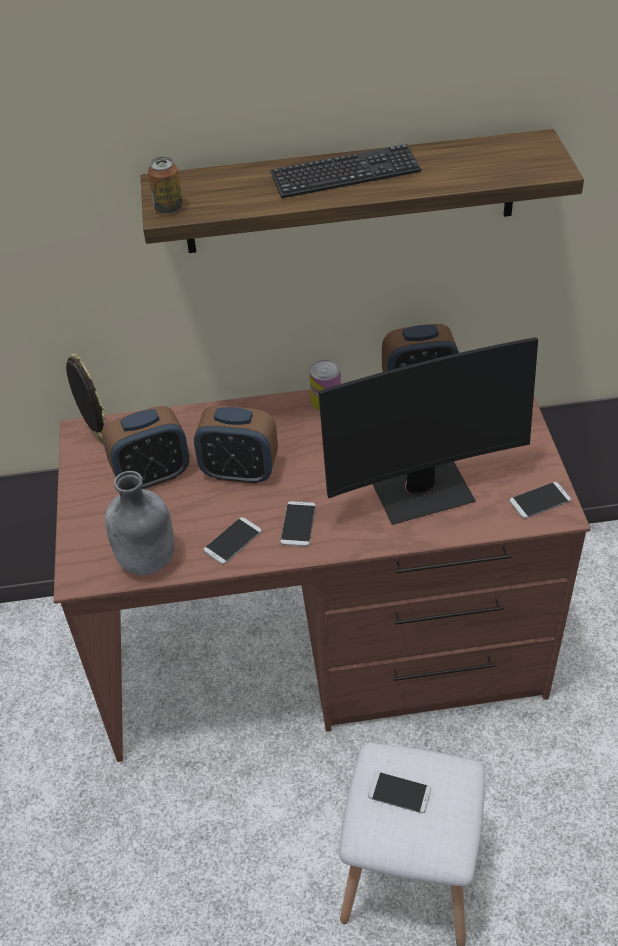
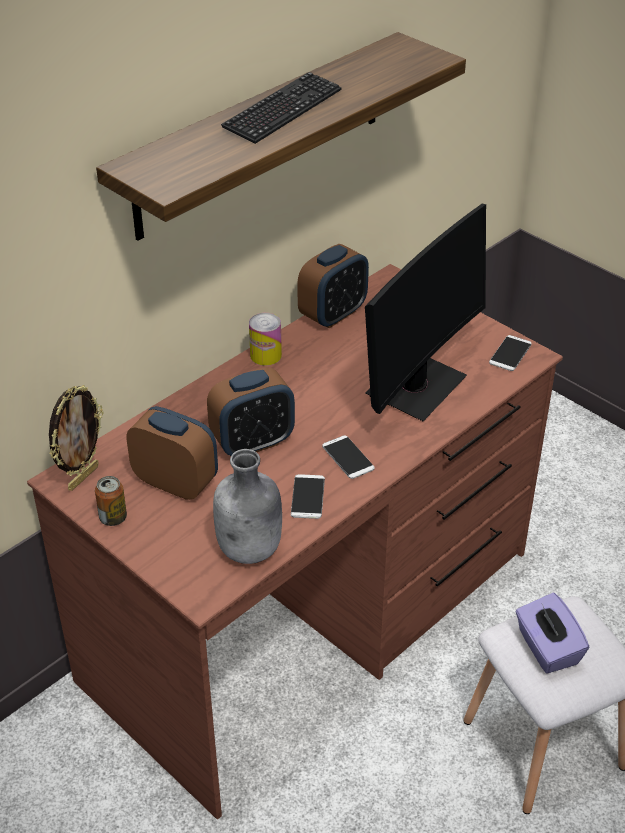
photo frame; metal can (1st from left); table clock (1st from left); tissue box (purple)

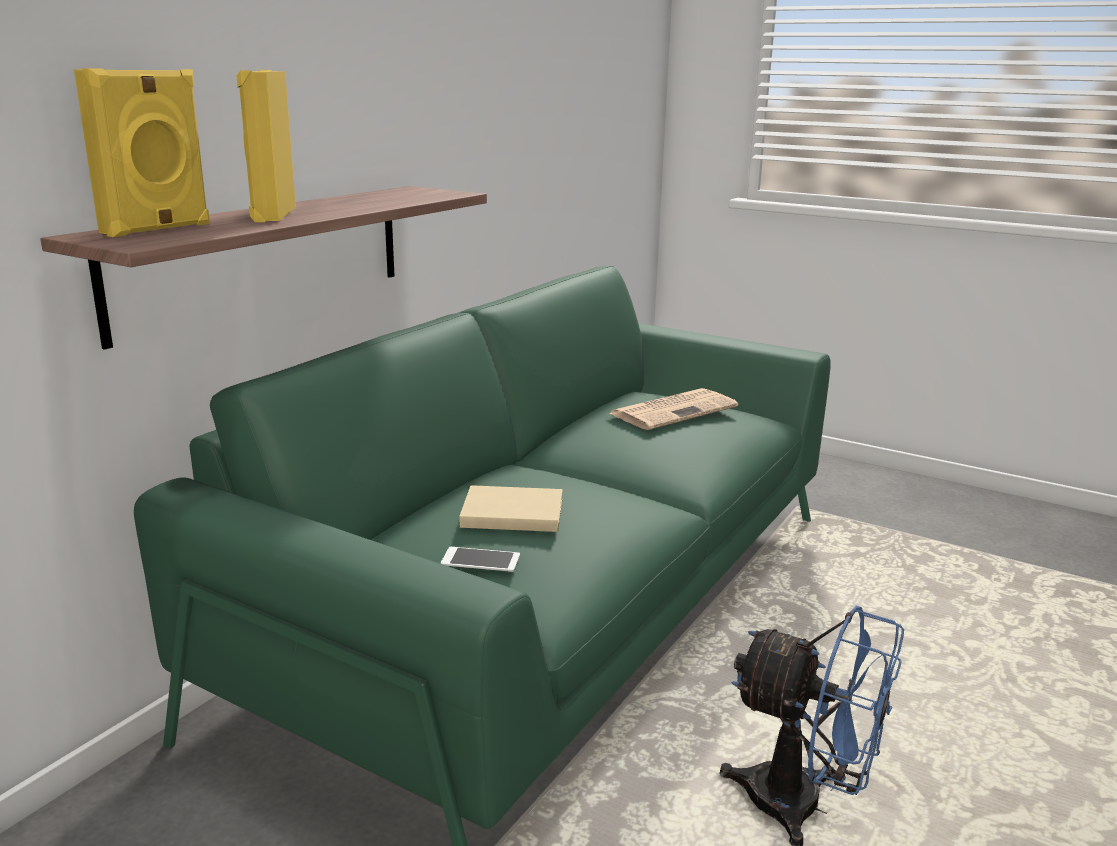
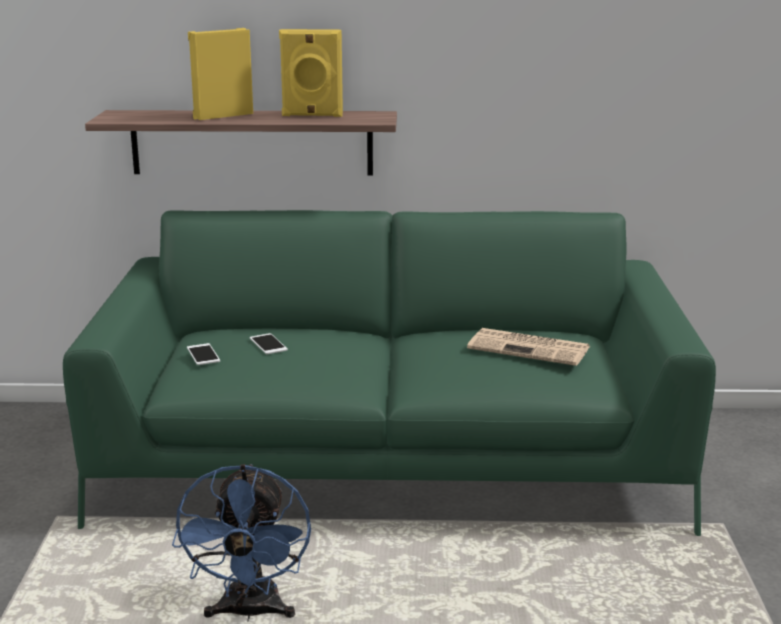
phone (2nd from left); speaker (yellow) (2nd from left)

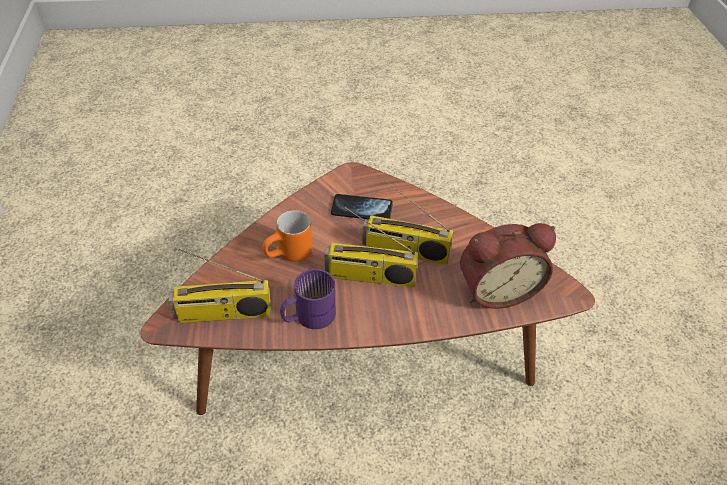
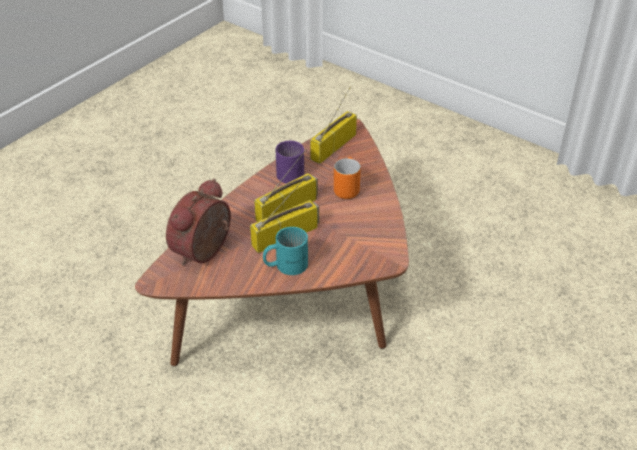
tea mug (turquoise-coloured); phone

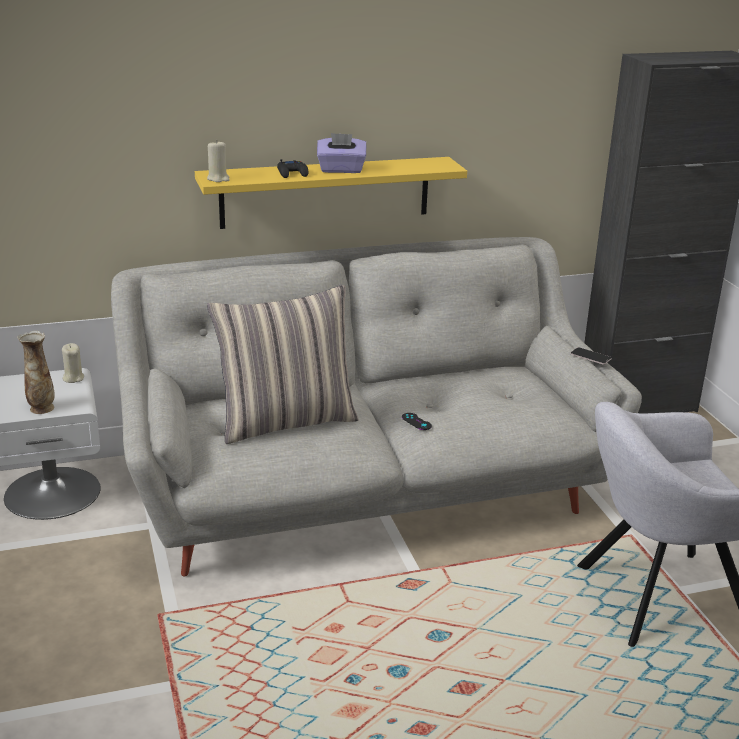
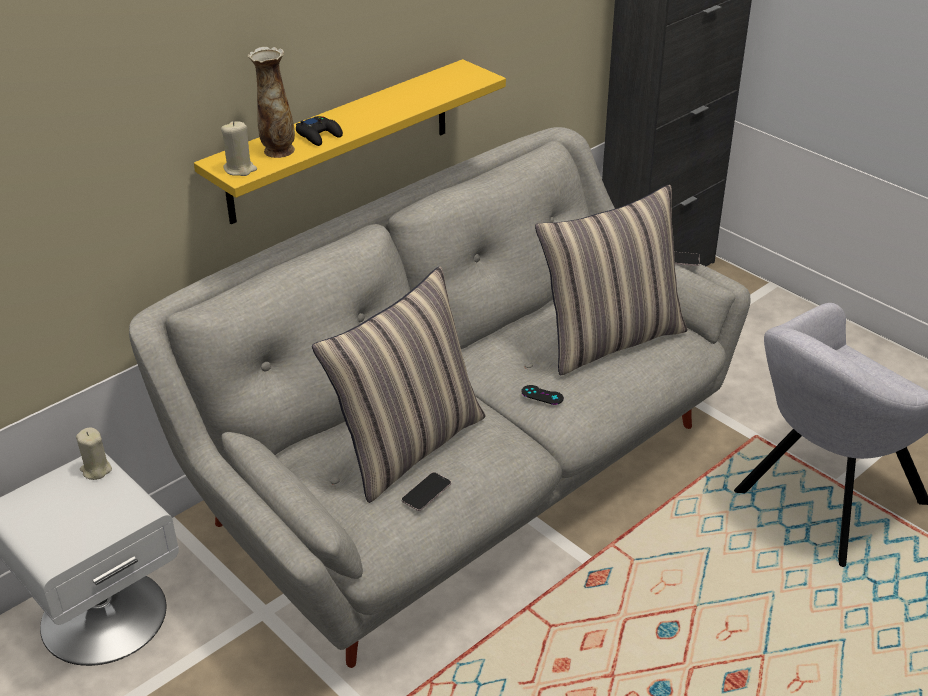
vase; phone (1st from left); pillow (2nd from left); tissue box (purple)

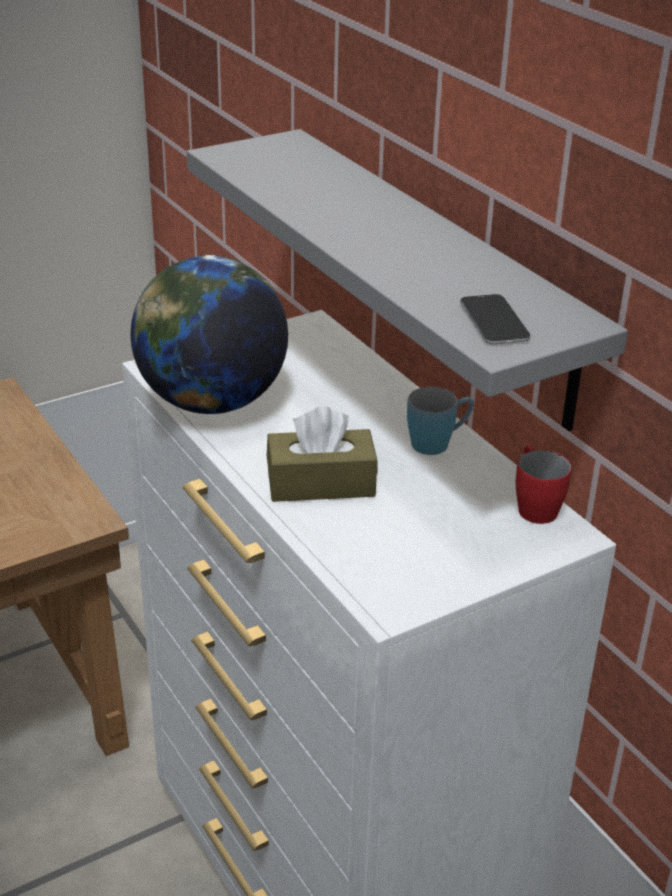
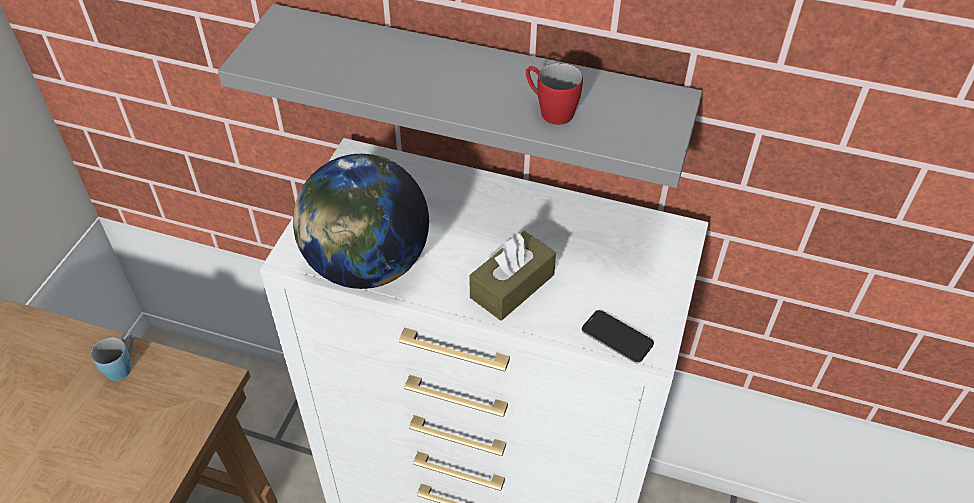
tea mug (bluish); tea mug (red-coloured); phone

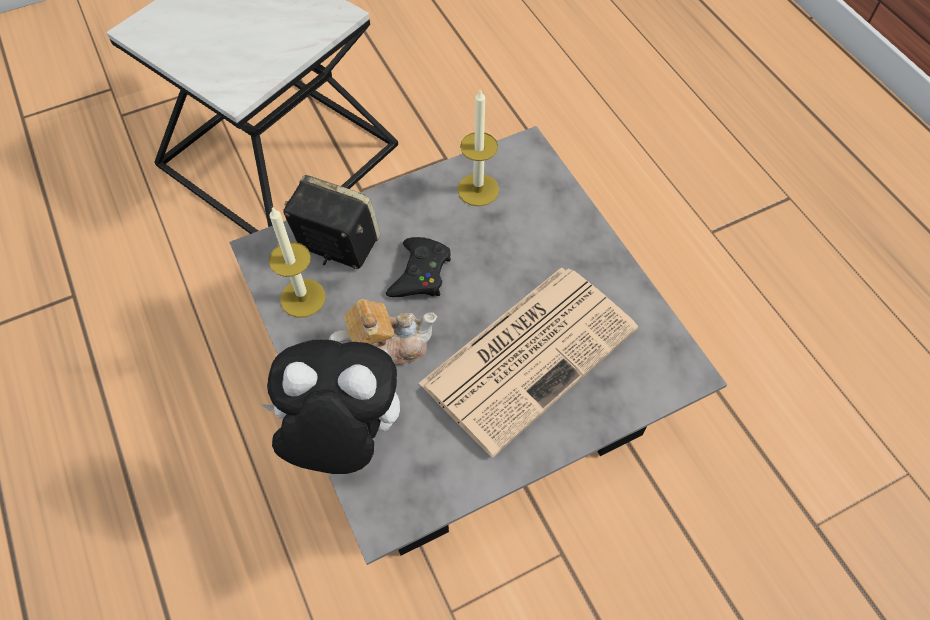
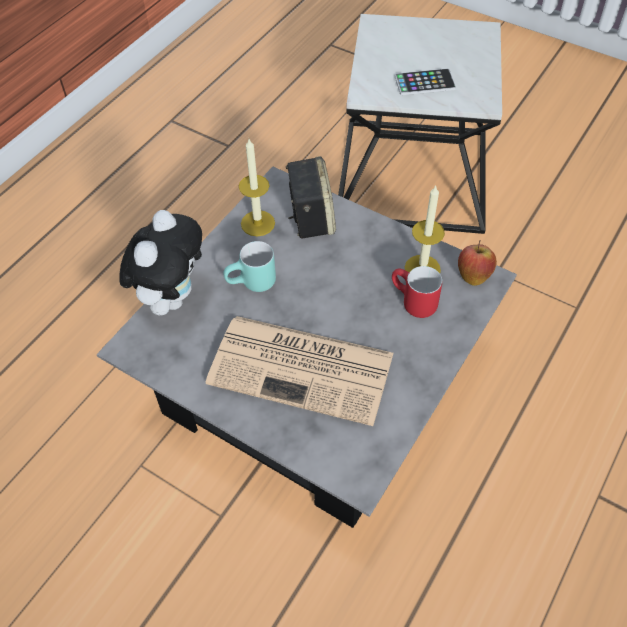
plush toy; tea mug (turquoise-coloured); tea mug (red-coloured); phone; apple; gamepad (black)

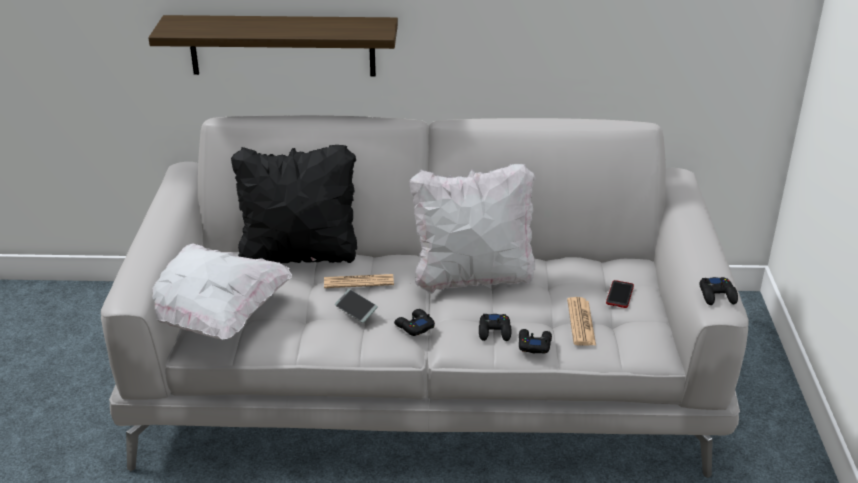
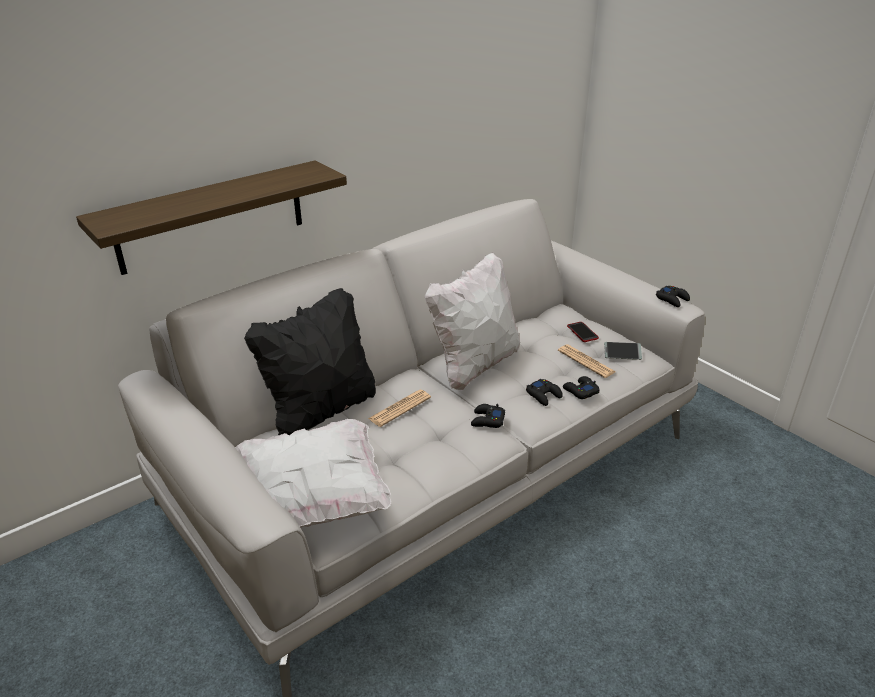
phone (2nd from left)

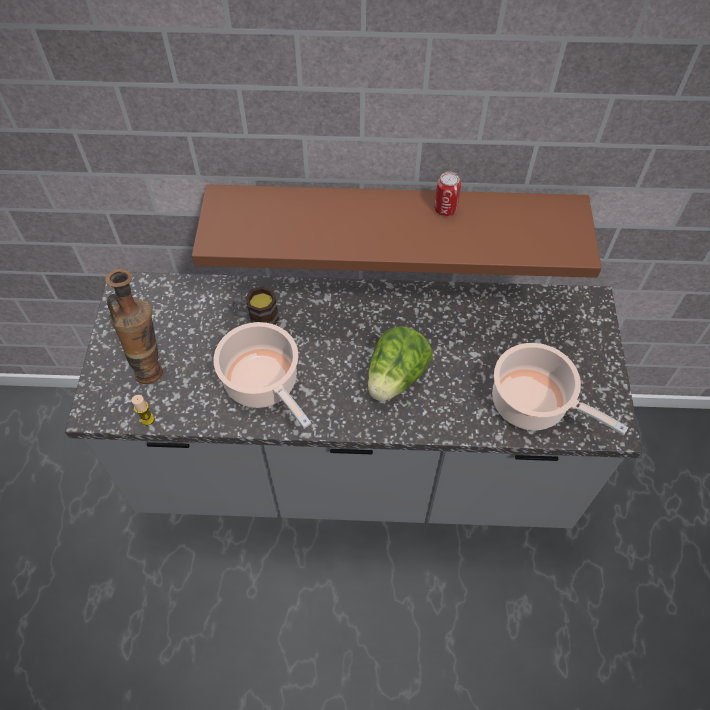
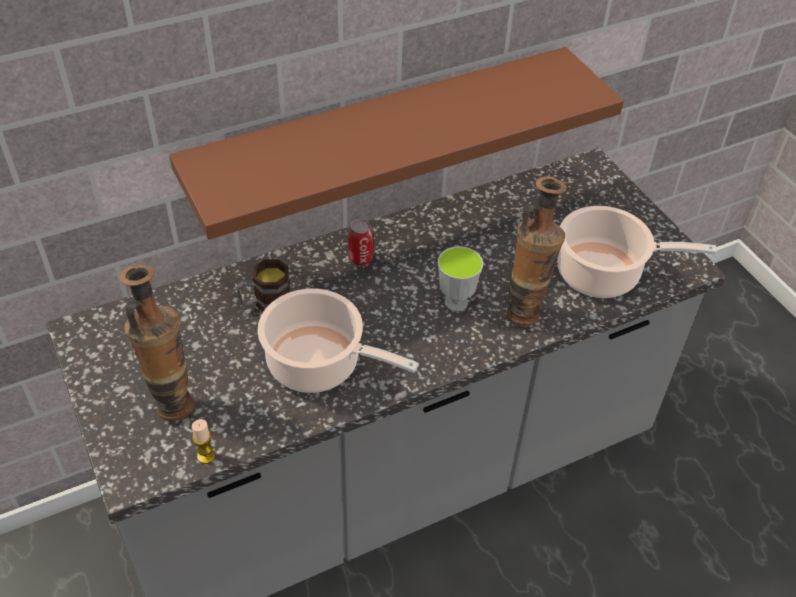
metal can; small cup; vase (2nd from left)

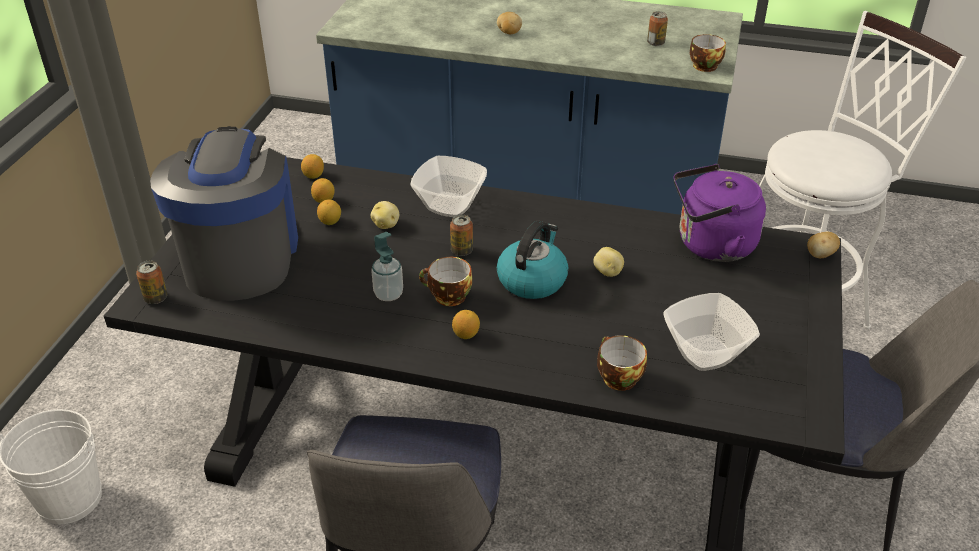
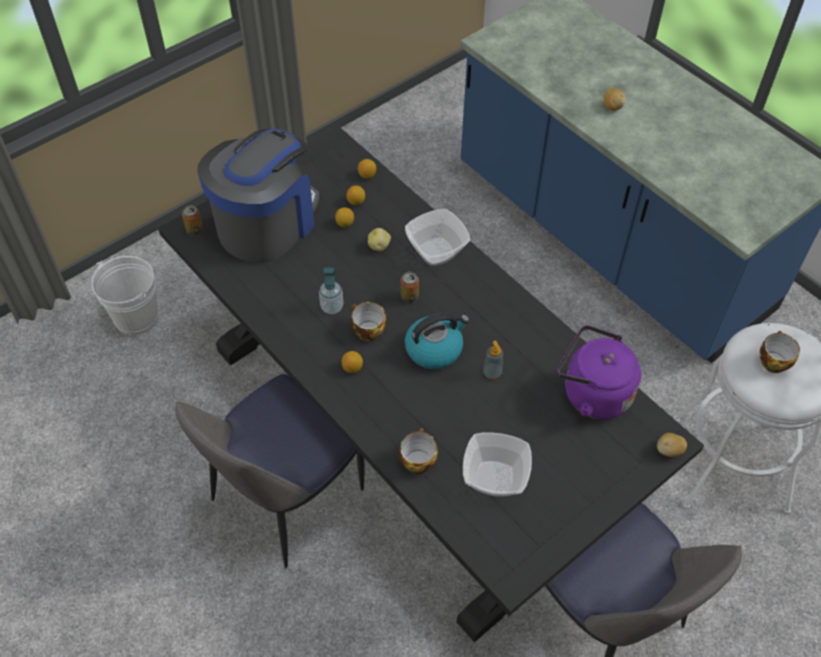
liquid soap bottle (2nd from left); small cup (3rd from left); metal can (3rd from left in the first image)

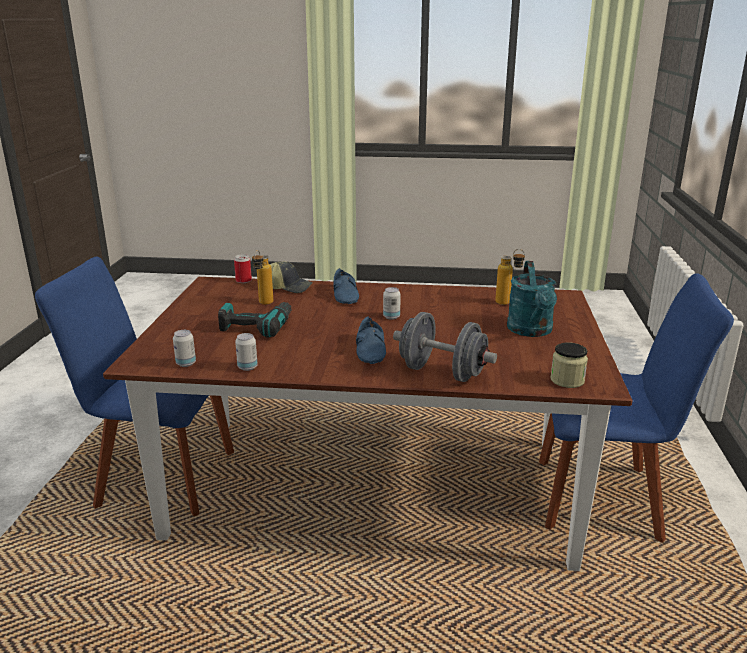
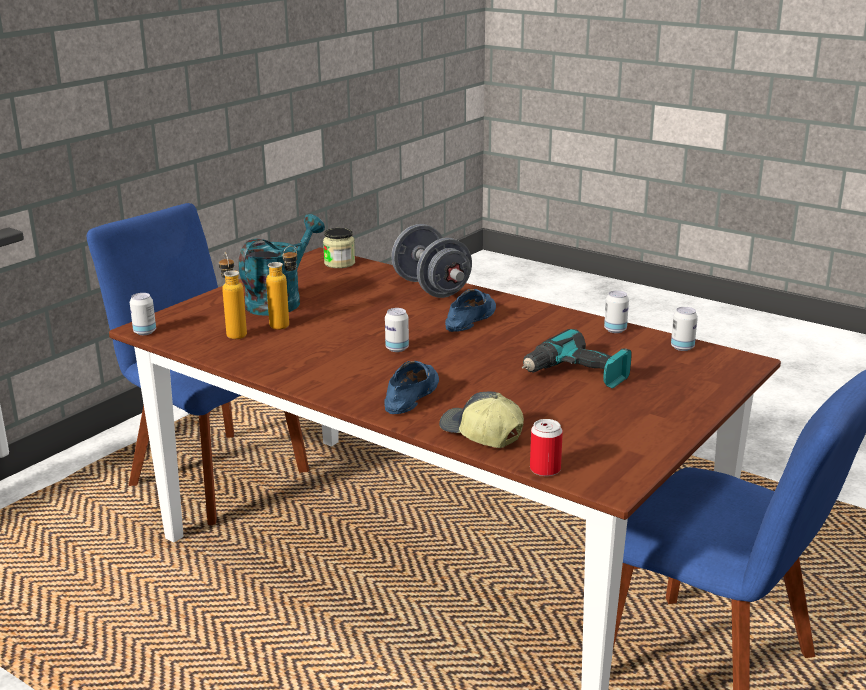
metal can (1st from left); beverage bottle (2nd from left)

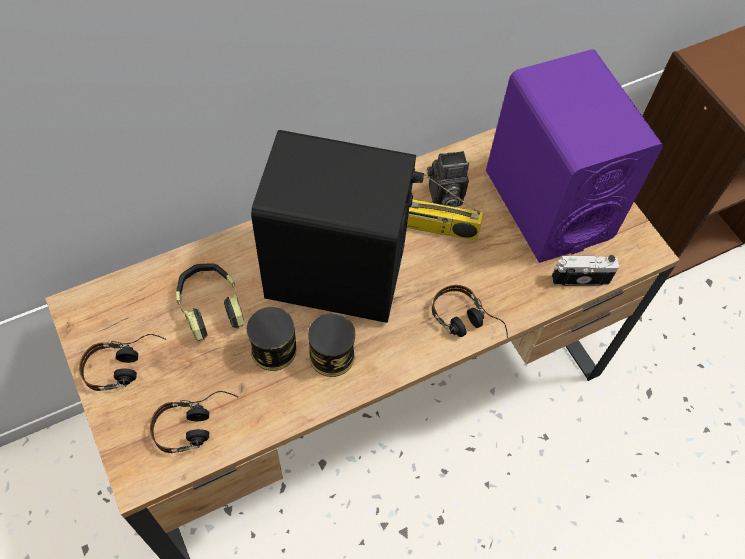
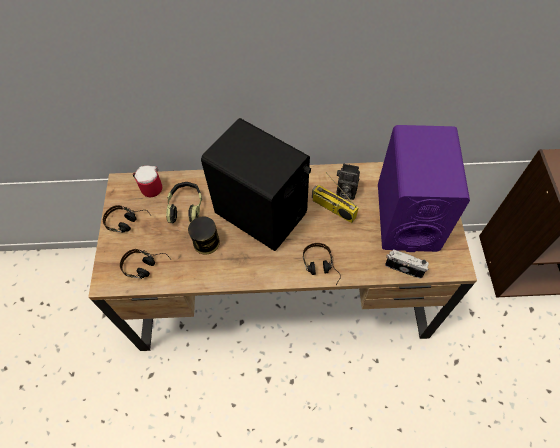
tea mug; metal can (2nd from left in the first image)

